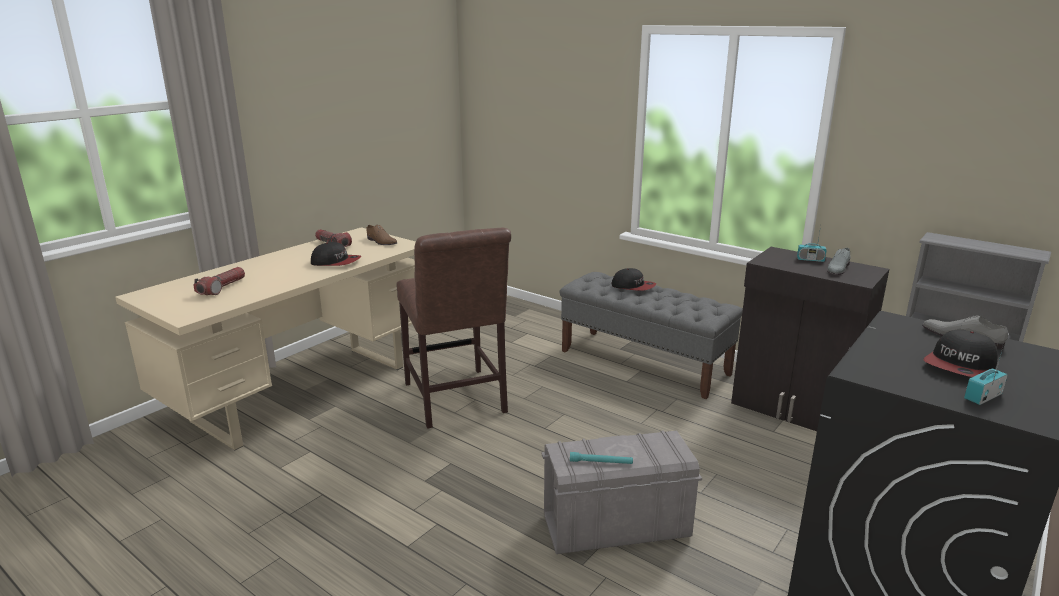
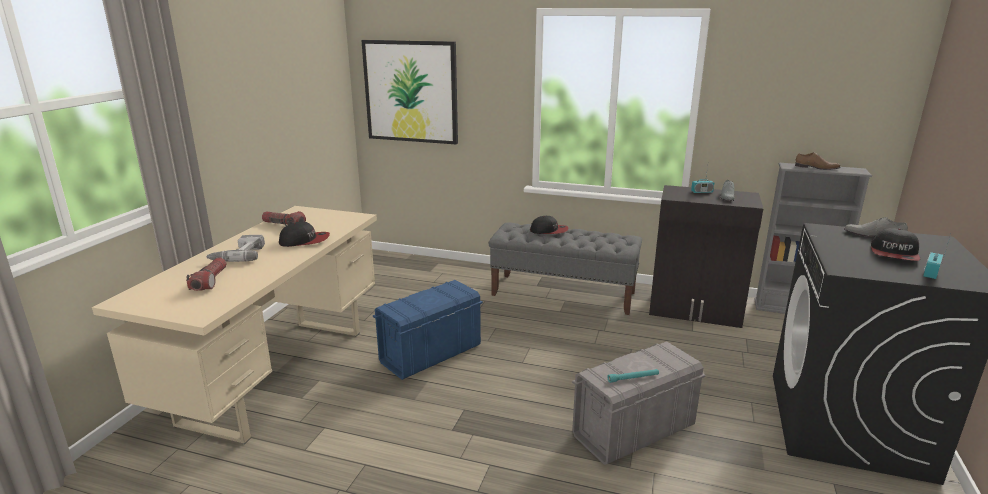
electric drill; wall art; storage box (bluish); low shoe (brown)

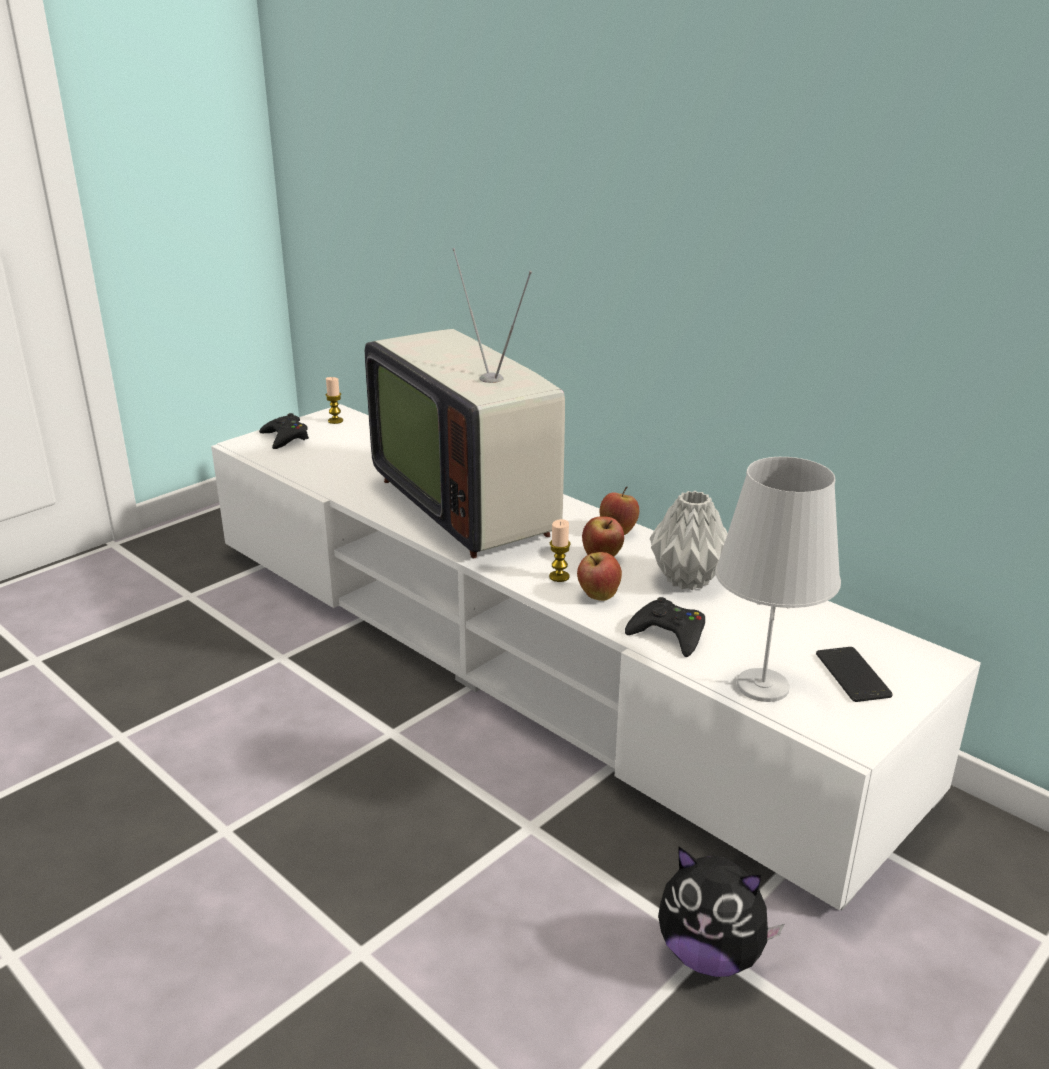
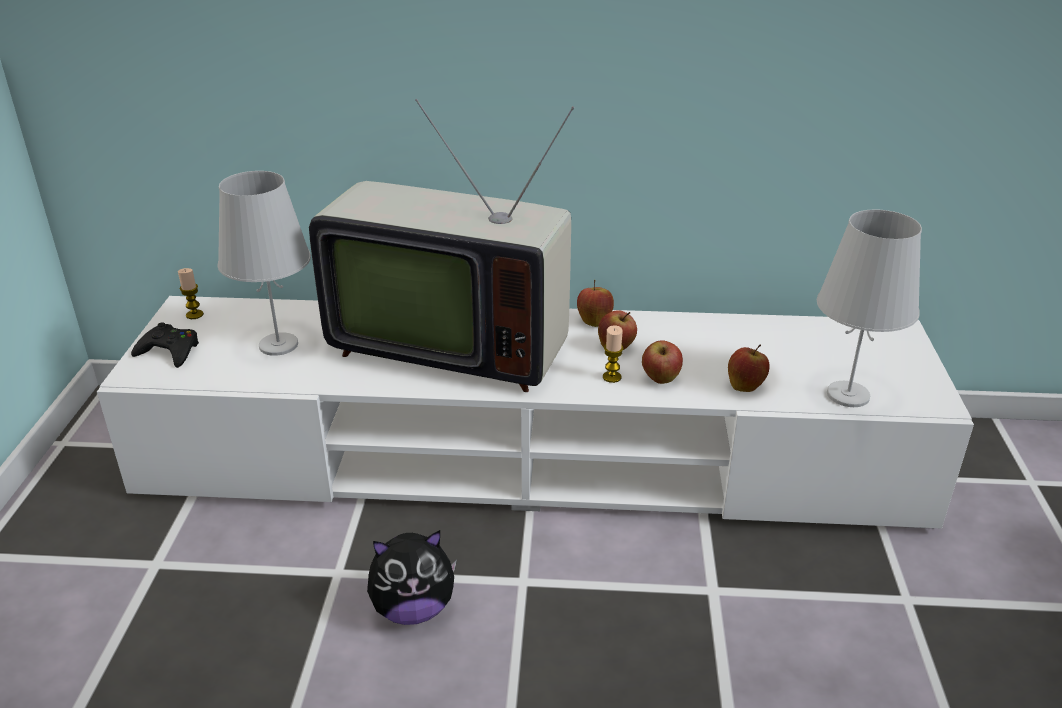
lamp for a table (white) (1st from left); plush toy; apple (4th from left); vase (gray); phone

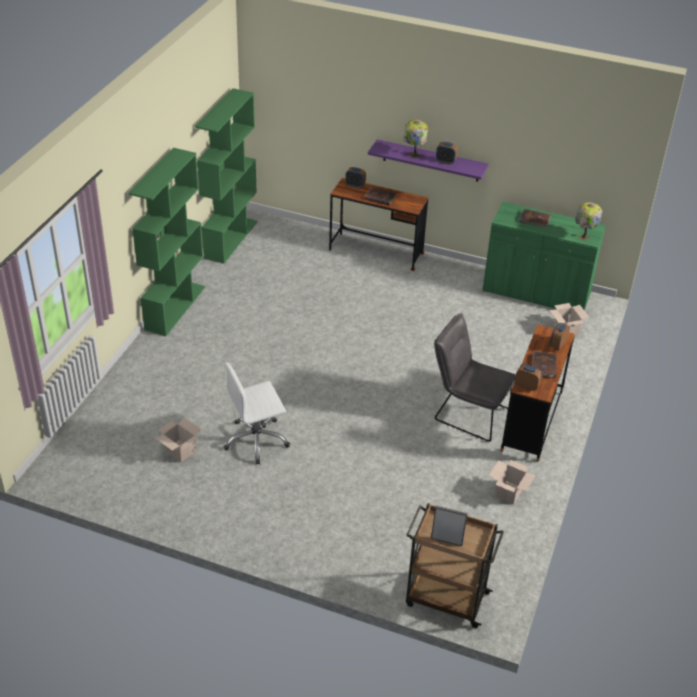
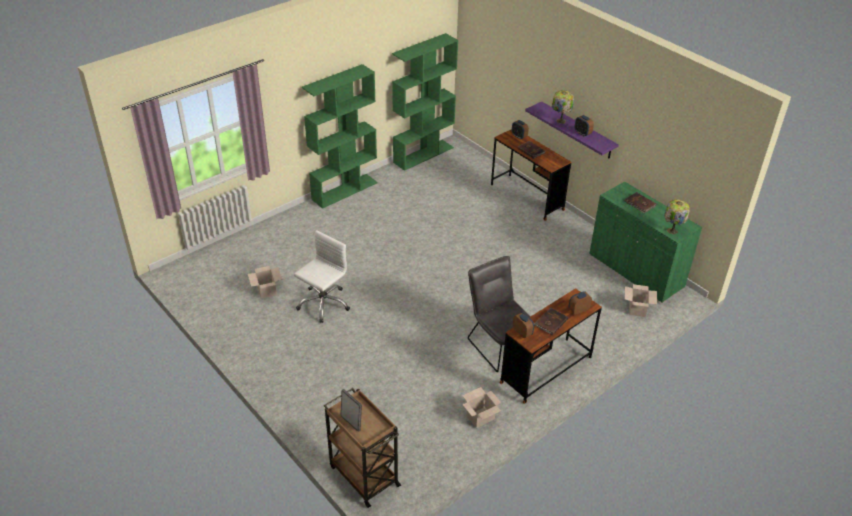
computer chair (white)

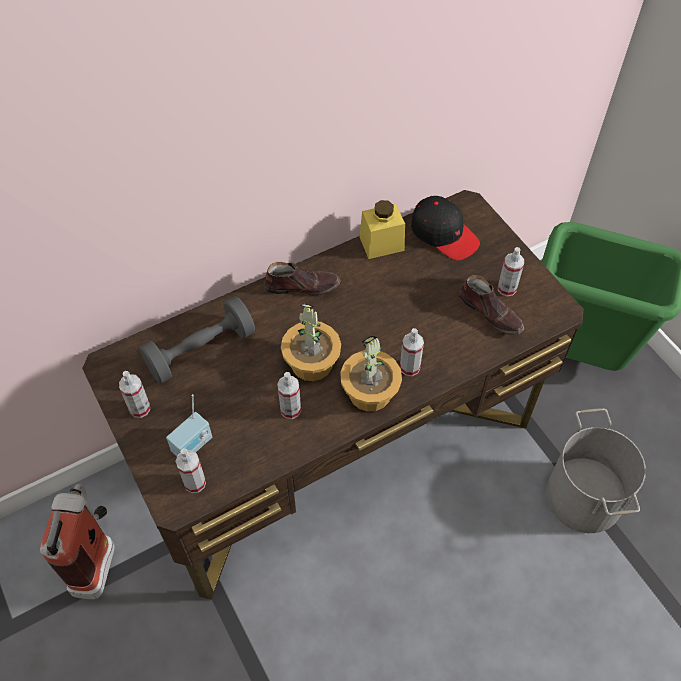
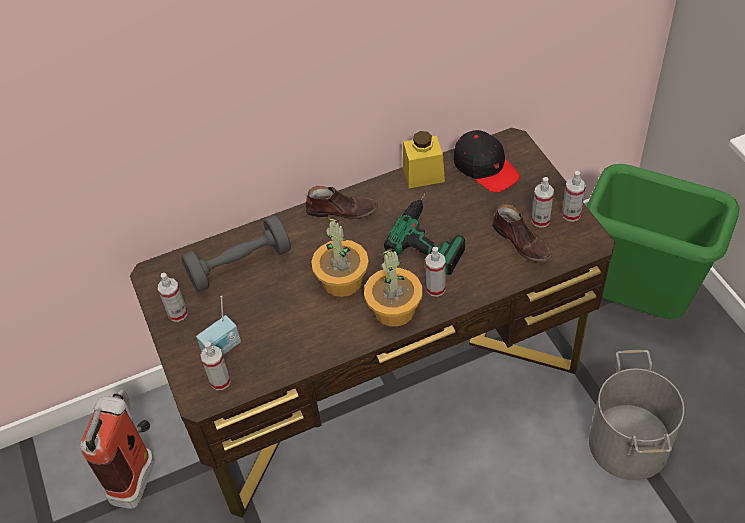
electric drill; hand sprayer (5th from left)

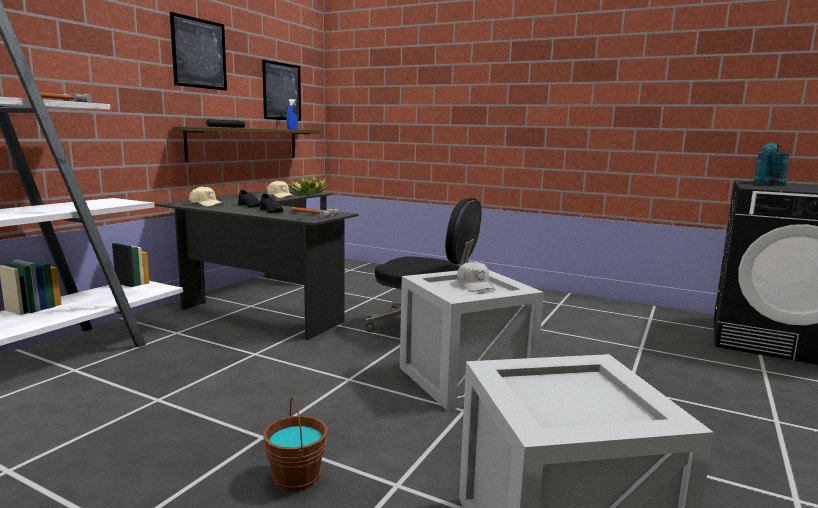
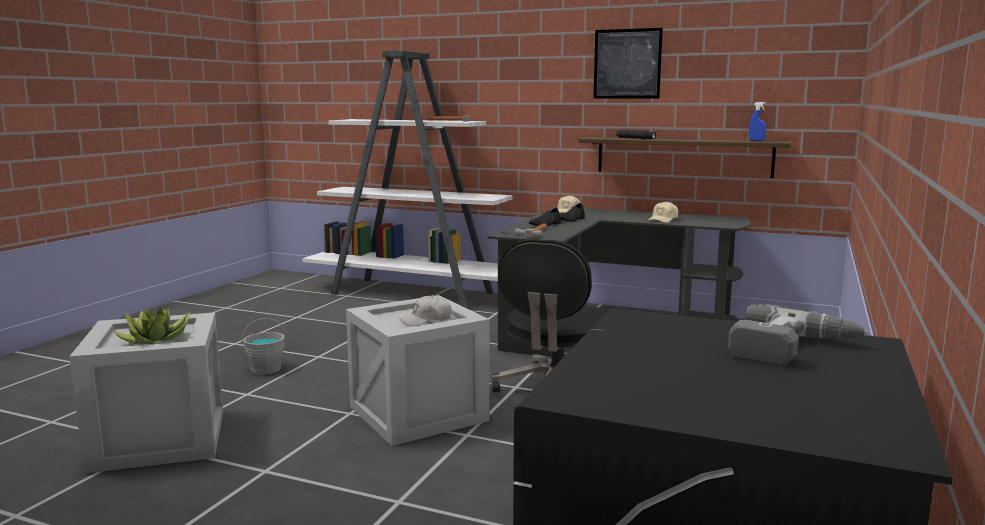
plant in a pot; bucket (gray); electric drill; wall art (2nd from left in the first image)

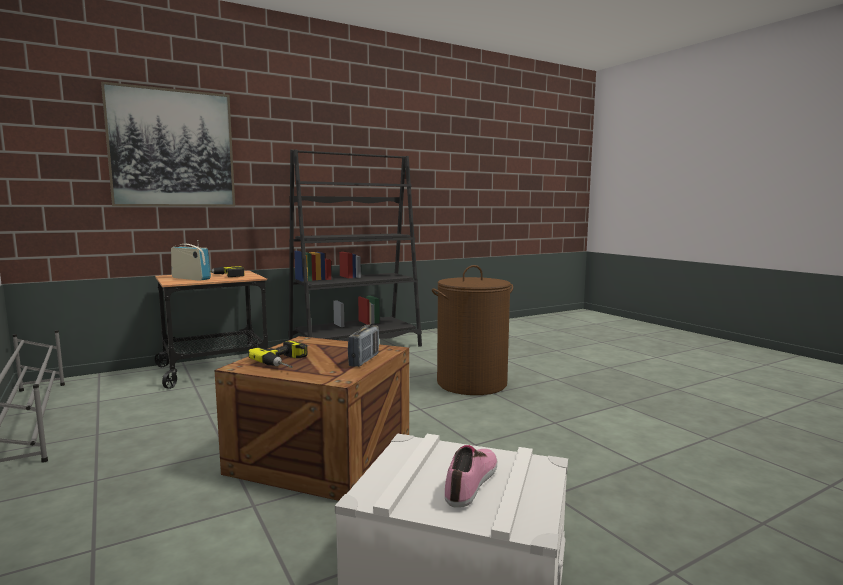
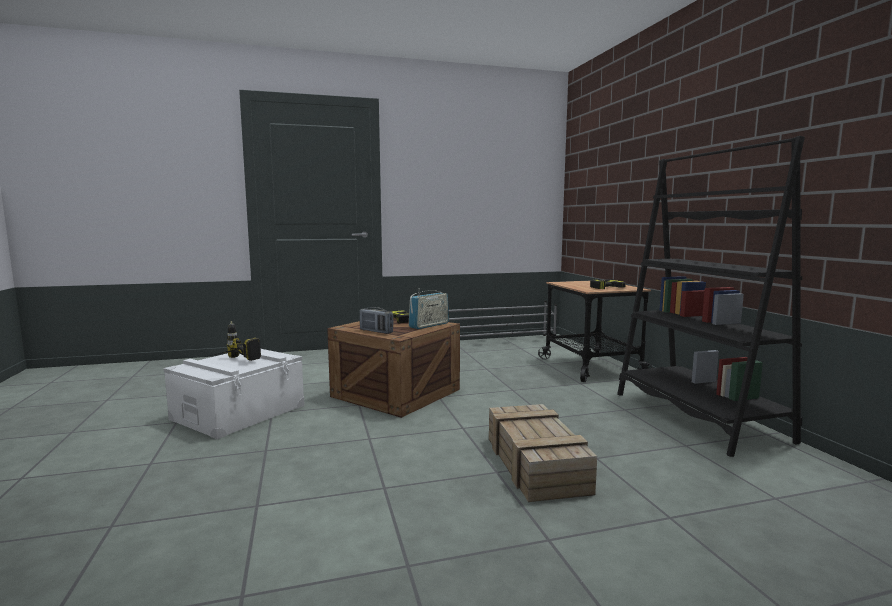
electric drill (1st from left); radio (2nd from left); shipping crate (2nd from left); wall art

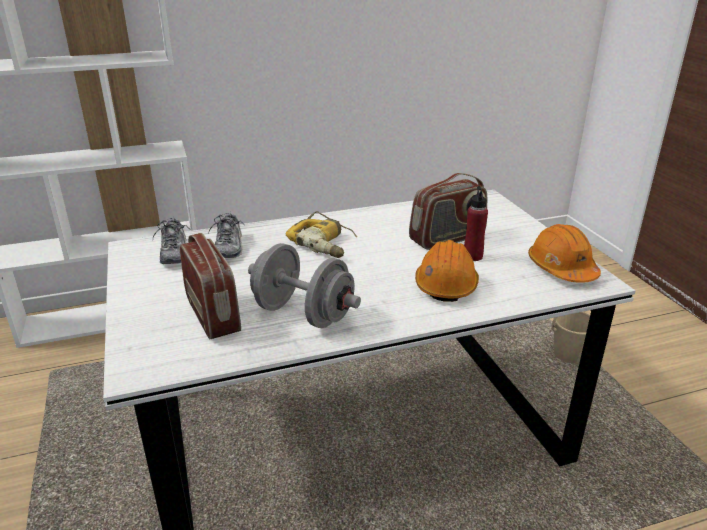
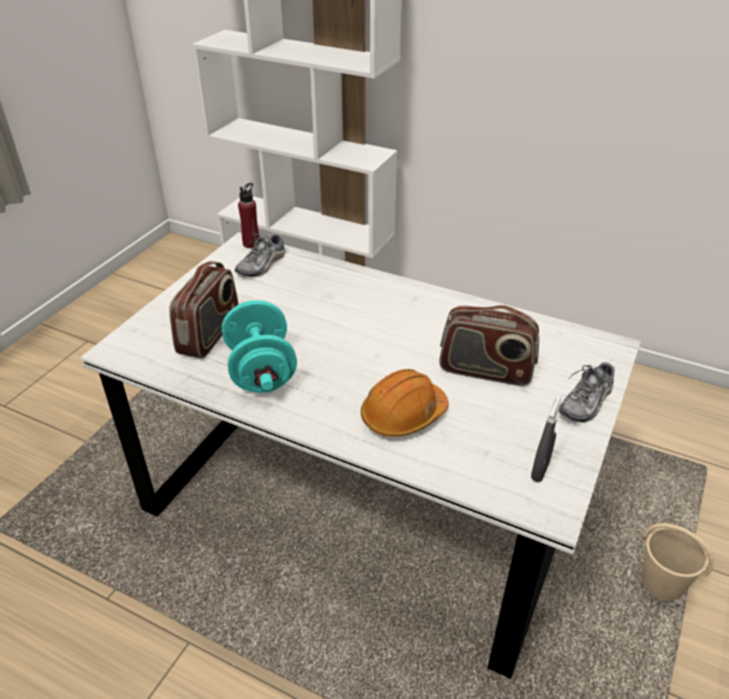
hand weight (turquoise-coloured); beverage bottle (red-coloured); hand sprayer (gray); low shoe (2nd from left); electric drill

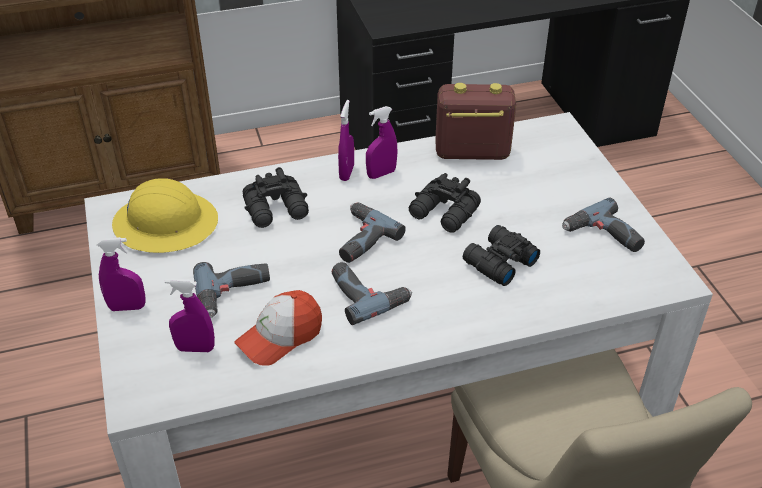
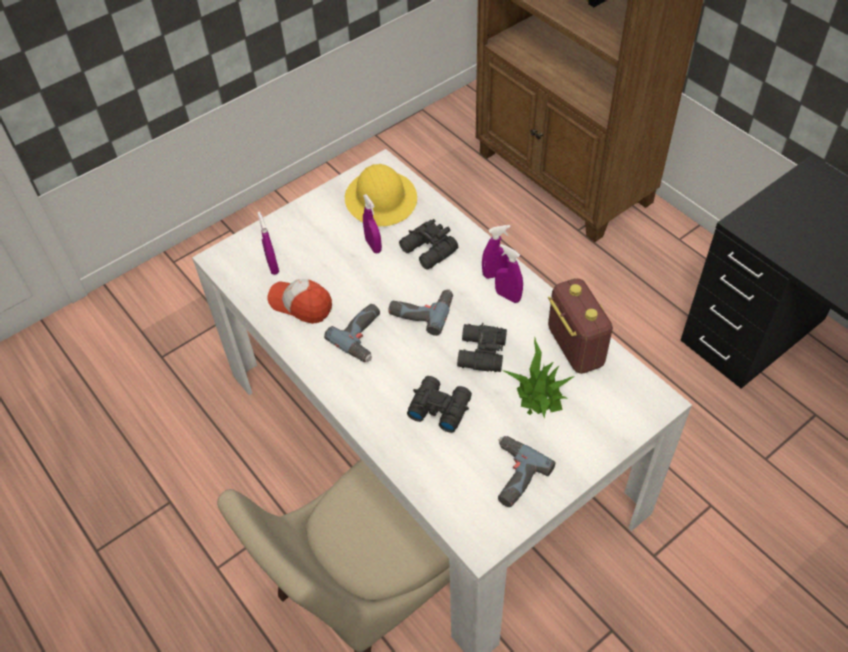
hand sprayer (purple) (2nd from left); plant in a pot; electric drill (1st from left in the first image)

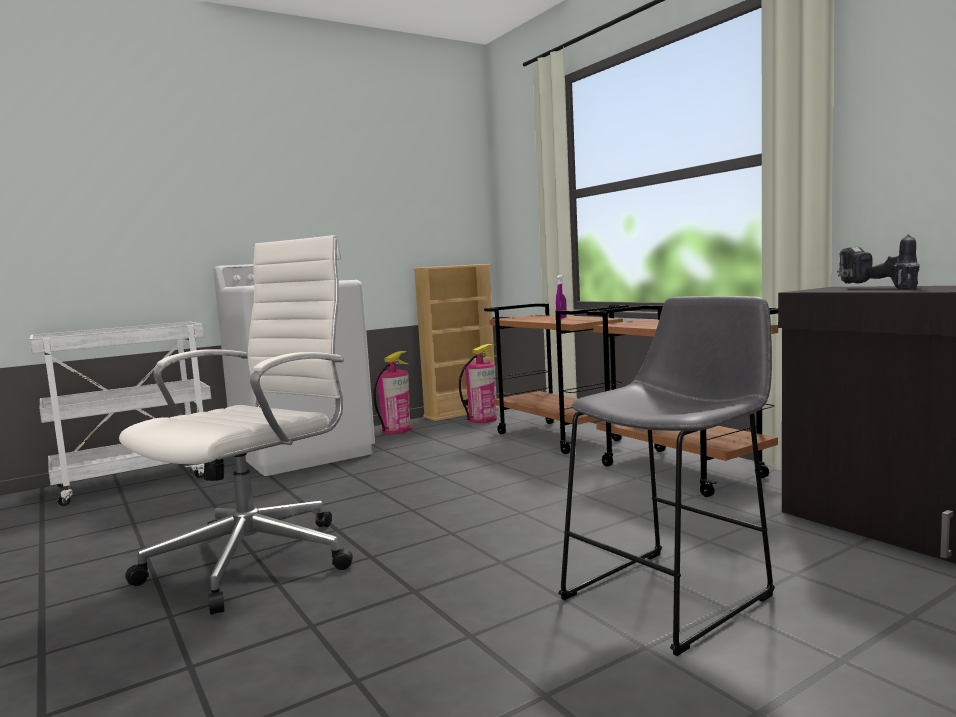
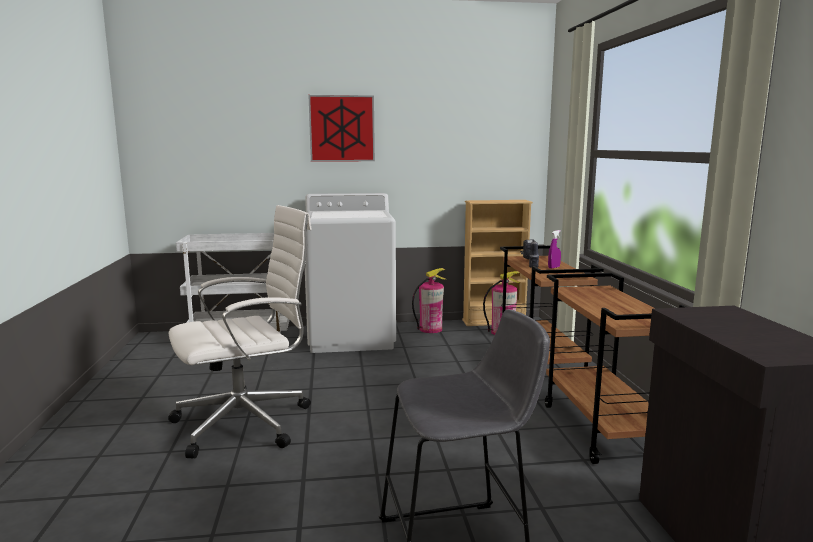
wall art; electric drill

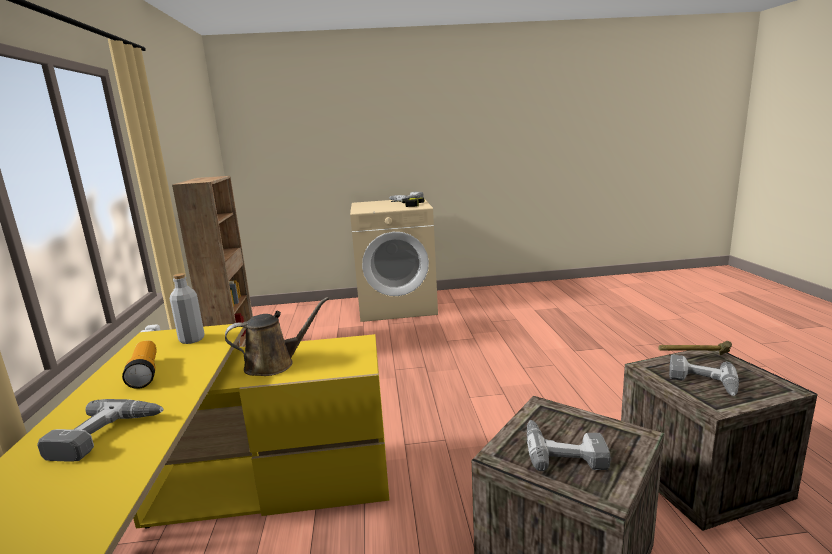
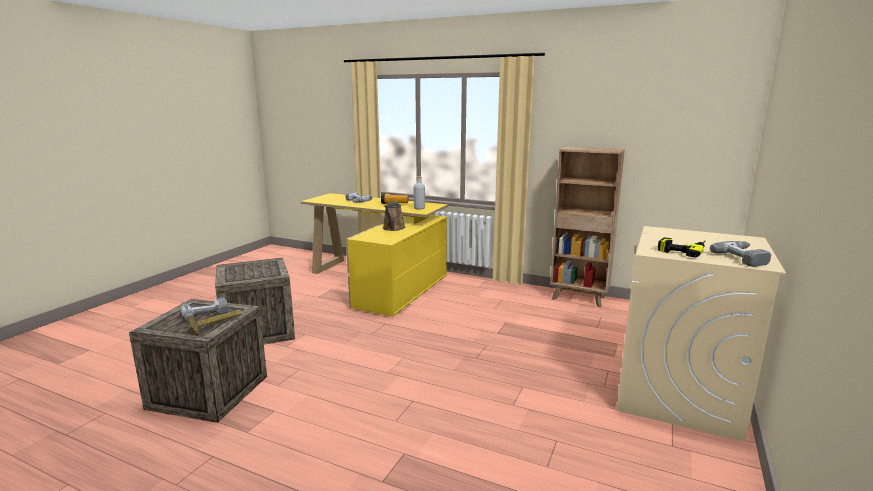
electric drill (4th from left in the first image)

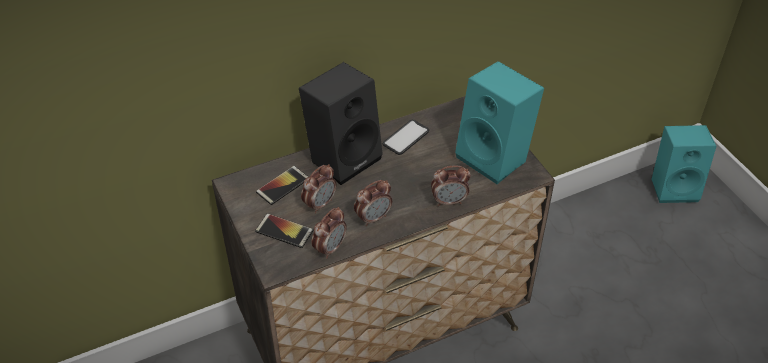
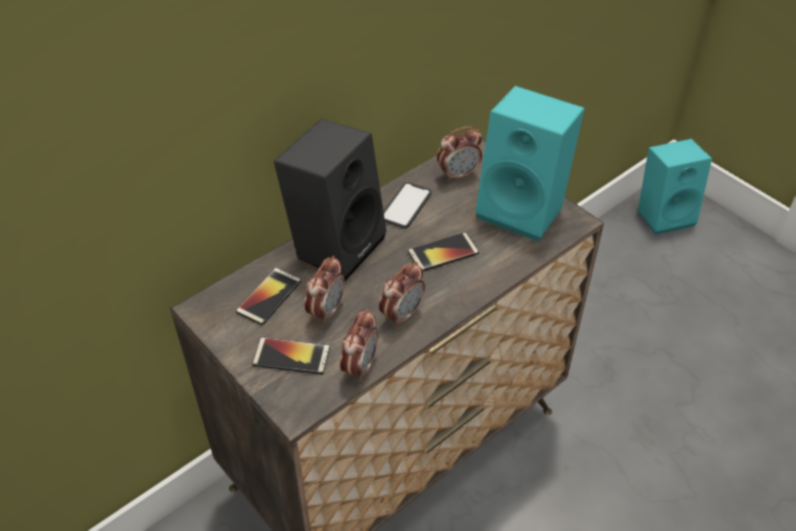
phone (4th from left); table clock (4th from left)

